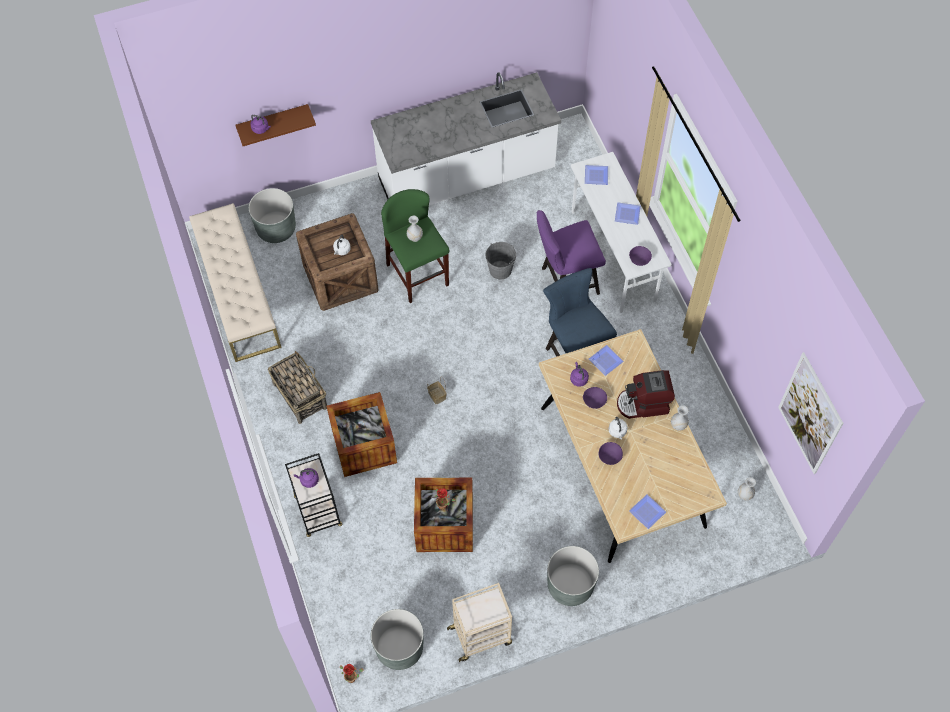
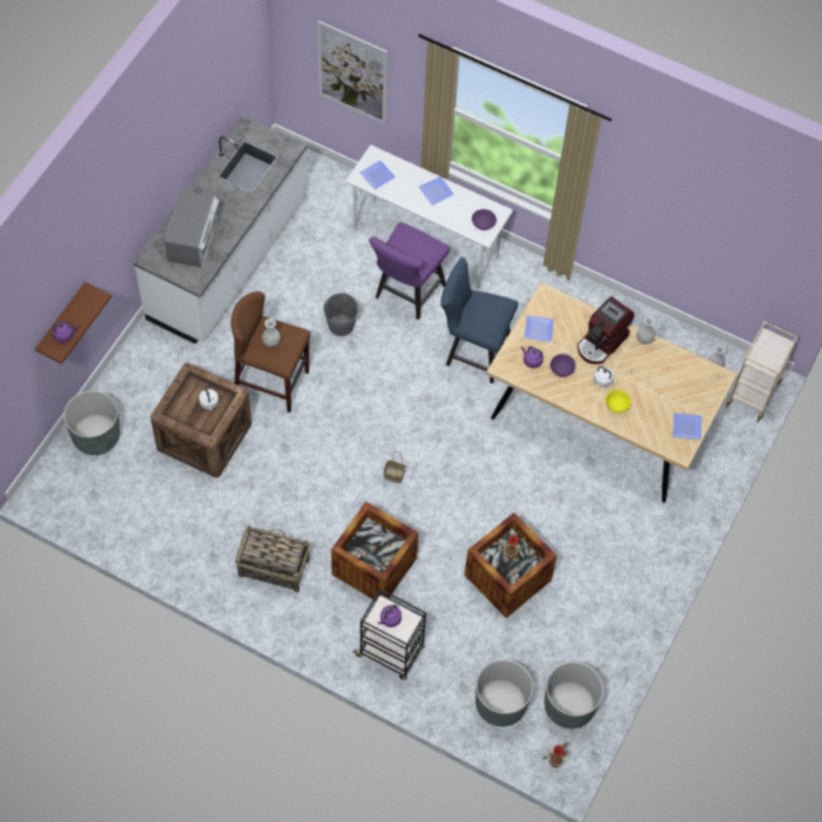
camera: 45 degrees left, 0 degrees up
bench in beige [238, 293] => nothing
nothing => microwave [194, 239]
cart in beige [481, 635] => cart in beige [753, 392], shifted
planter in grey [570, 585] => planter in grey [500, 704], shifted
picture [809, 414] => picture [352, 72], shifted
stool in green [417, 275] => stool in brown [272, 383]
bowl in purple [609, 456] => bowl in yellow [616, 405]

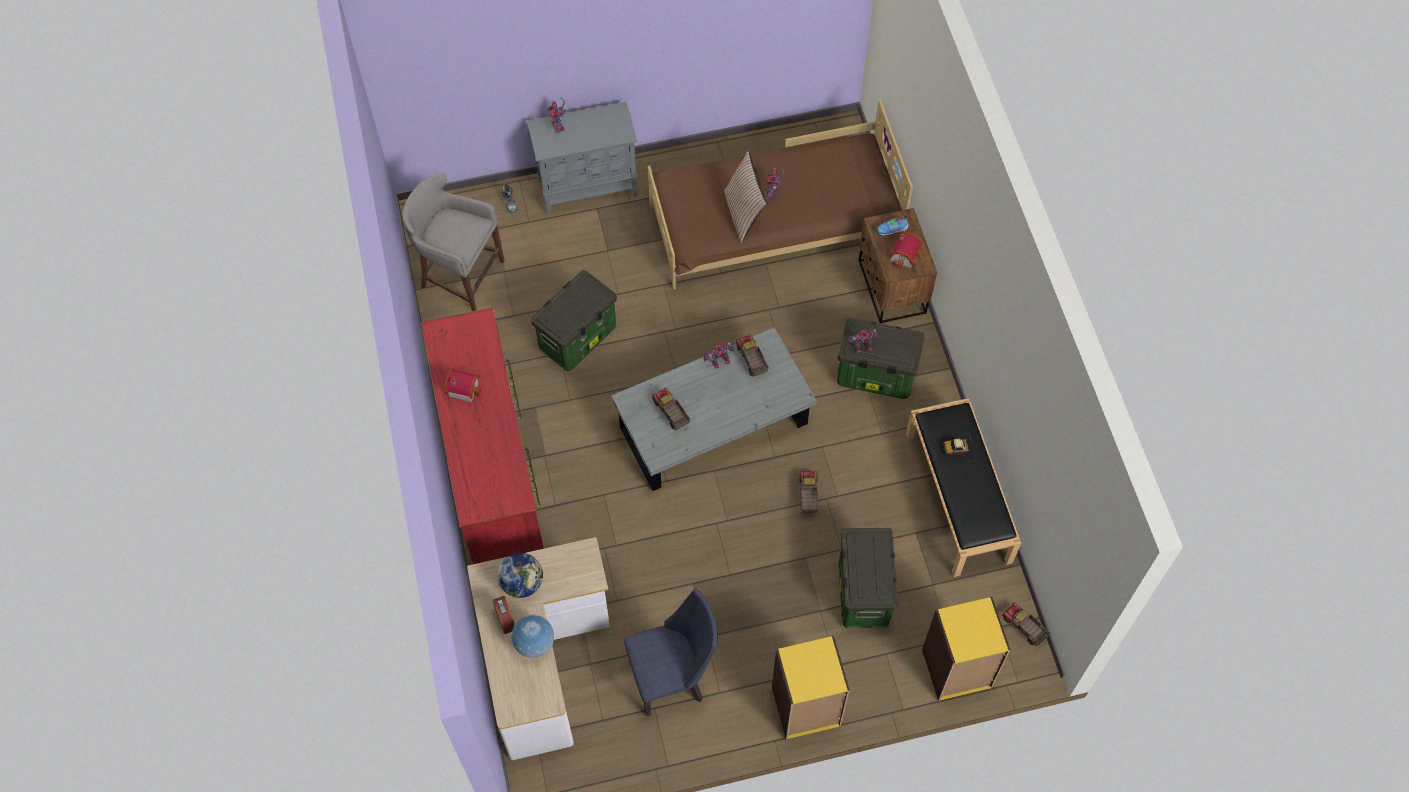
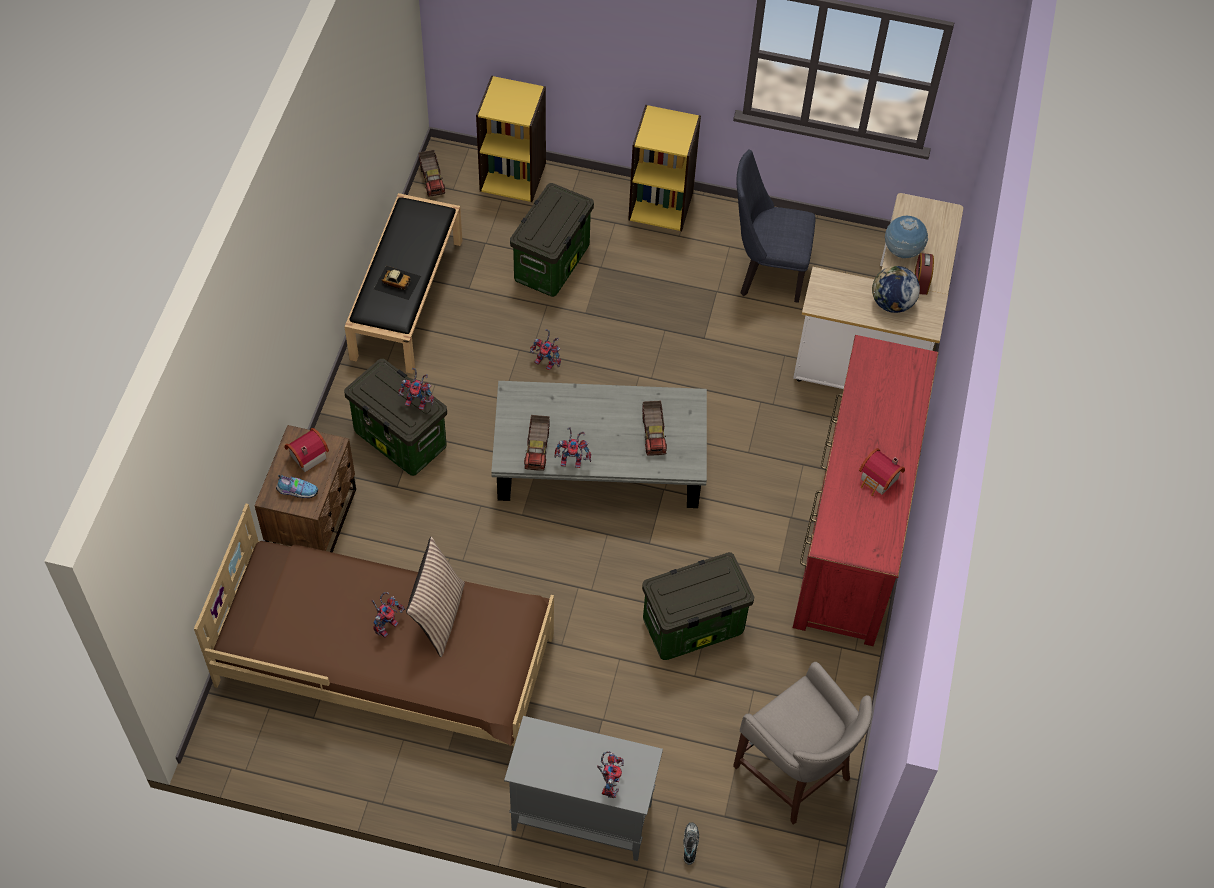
camera: 155 degrees left, 5 degrees down
toy truck [807, 495] => toy robot [547, 362]

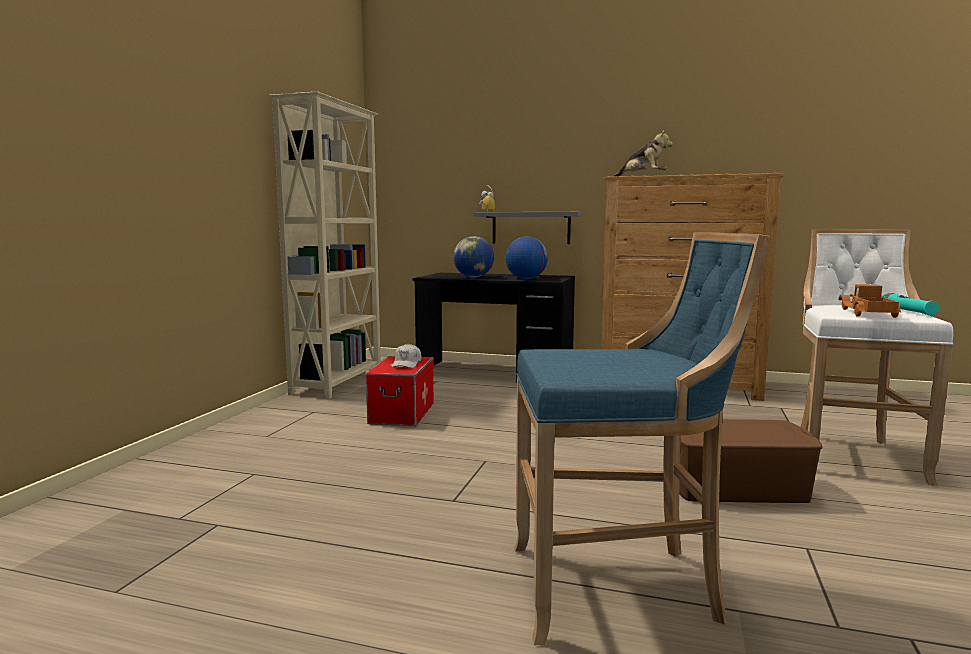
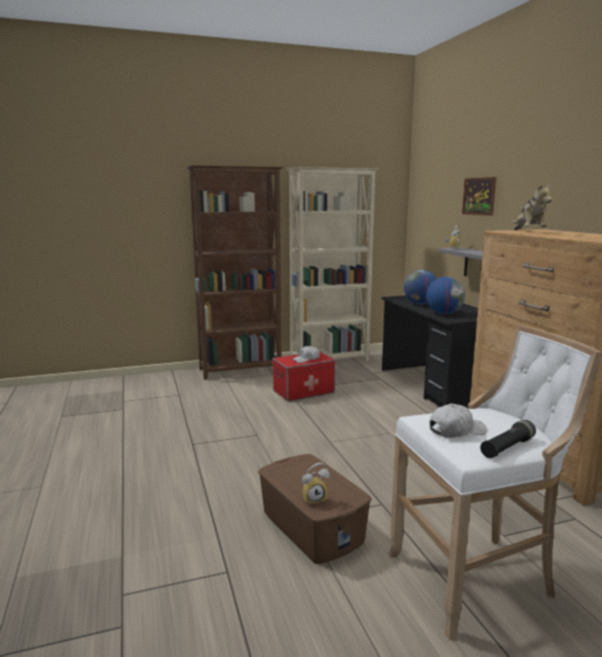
camera: 55 degrees right, 5 degrees up
stool in blue [619, 587] => nothing
nothing => bookcase in brown [241, 370]
nothing => alarm clock [314, 499]
nothing => picture [479, 196]
toy truck [866, 313] => cap in white [456, 431]
flashlight in turquoise [907, 312] => flashlight in black [507, 448]

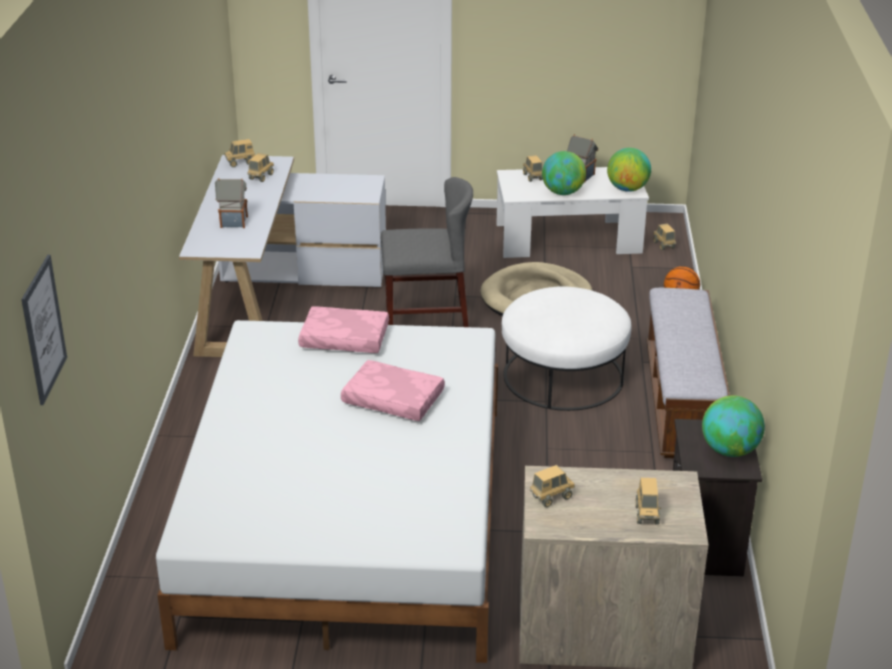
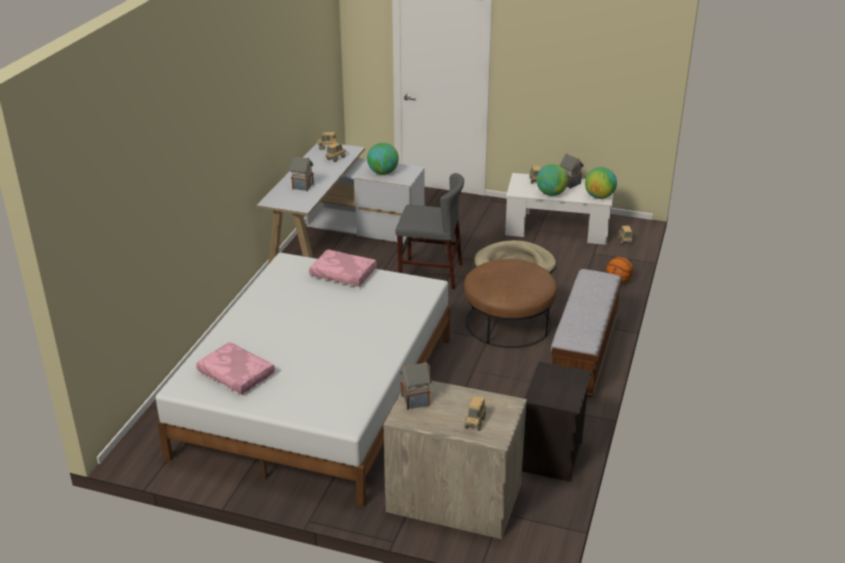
camera: 15 degrees right, 0 degrees up
picture [43, 329] => nothing
pillow in pink [391, 400] => pillow in pink [235, 375], shifted
globe [729, 450] => globe [383, 172], shifted
toy truck [551, 497] => toy house [416, 400]
ottoman in white [563, 375] => ottoman in brown [508, 322]

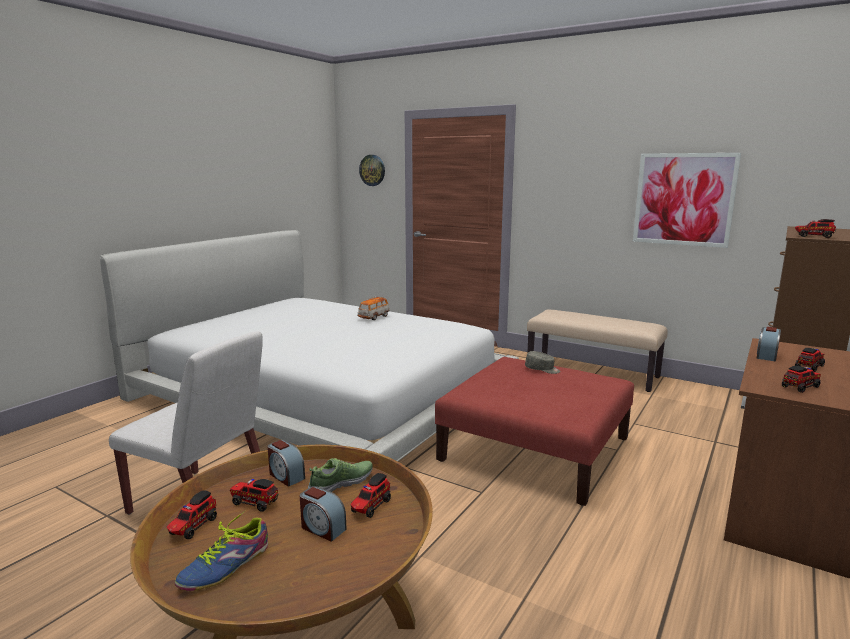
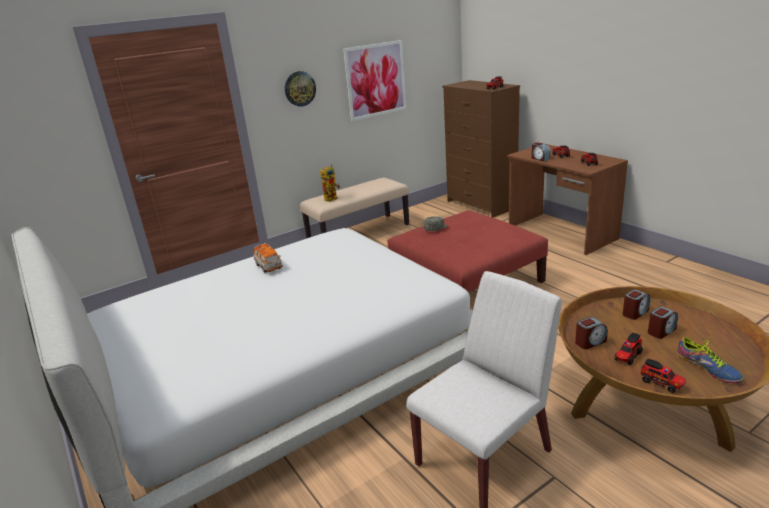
camera: 65 degrees left, 10 degrees up
shoe [342, 483] => nothing
nothing => toy robot [332, 198]
wall clock [372, 170] => wall clock [300, 88], shifted
toy truck [370, 507] => alarm clock [635, 312]

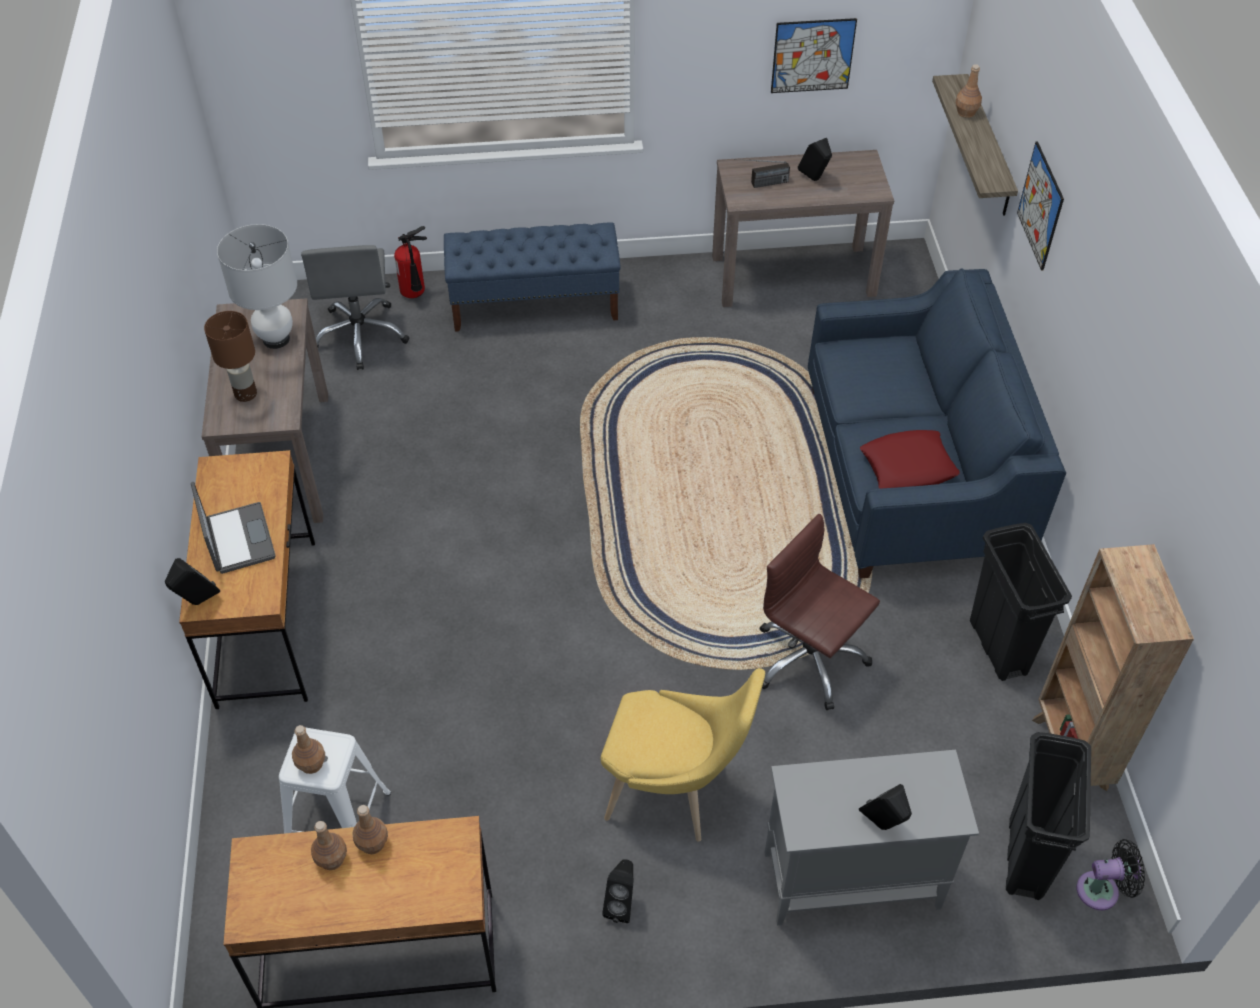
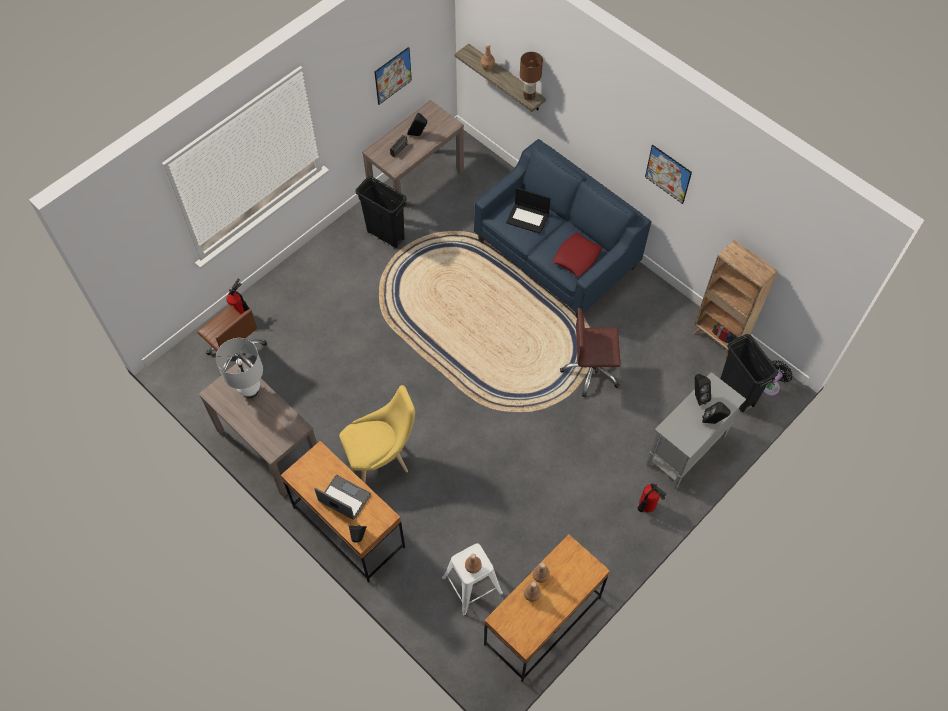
camera: 40 degrees left, 10 degrees up
bench in blue [535, 305] => nothing
nothing => laptop [528, 218]
nothing => fire extinguisher [646, 508]
table lamp in brown [245, 393] => table lamp in brown [529, 96], shifted
chair in yellow [675, 792] => chair in yellow [381, 459], shifted
speaker in black [621, 904] => speaker in black [698, 396], shifted
trash can in black [998, 647] => trash can in black [386, 235], shifted
picture [1040, 206] => picture [668, 174], shifted
office chair in grey [360, 335] => office chair in brown [238, 356]

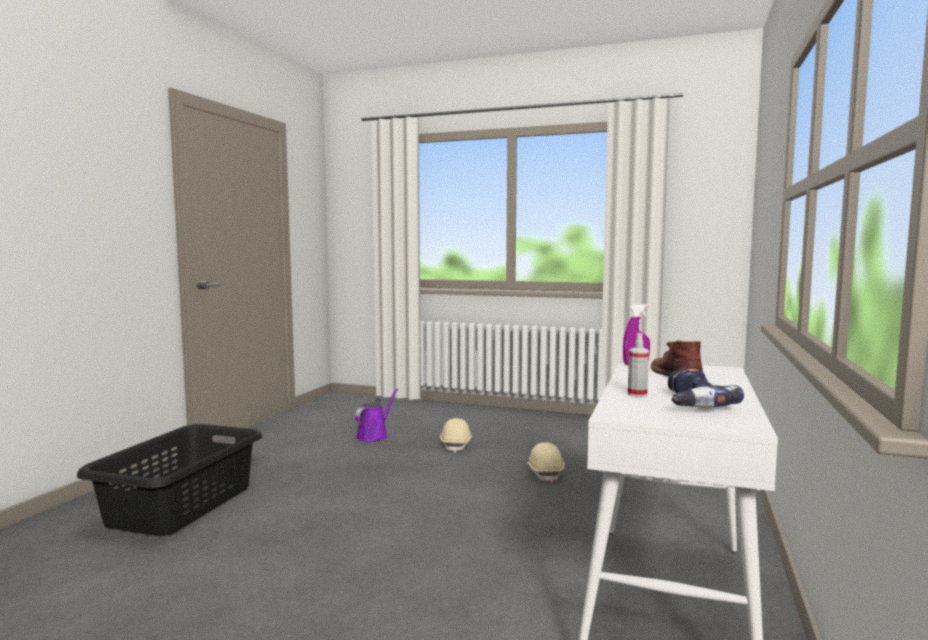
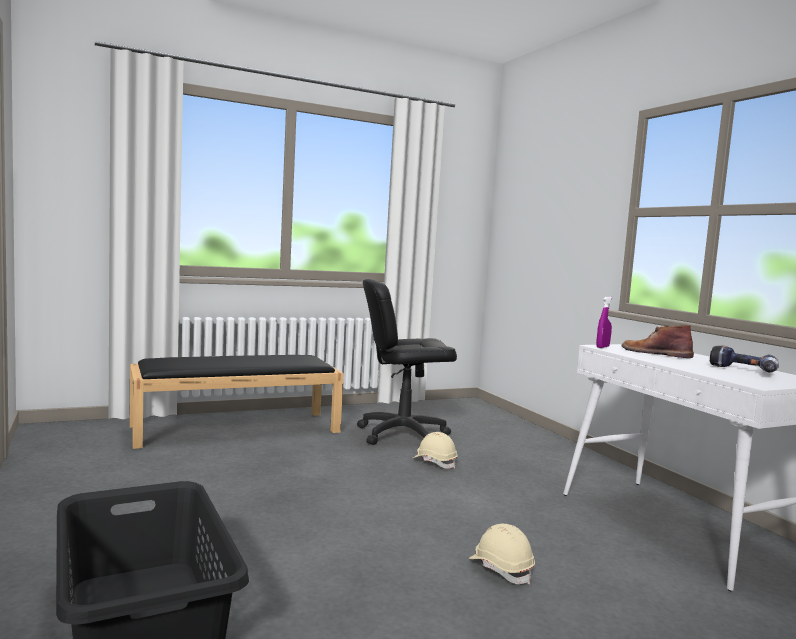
camera: 45 degrees left, 0 degrees up
watering can in purple [374, 436] => nothing
spray bottle [637, 394] => nothing
nothing => bench in black [237, 428]
nothing => office chair in black [402, 434]
hard hat in beige [456, 445] => hard hat in beige [501, 569], shifted

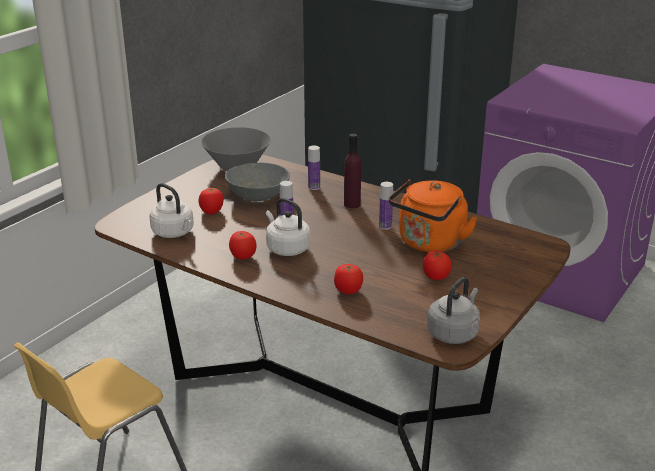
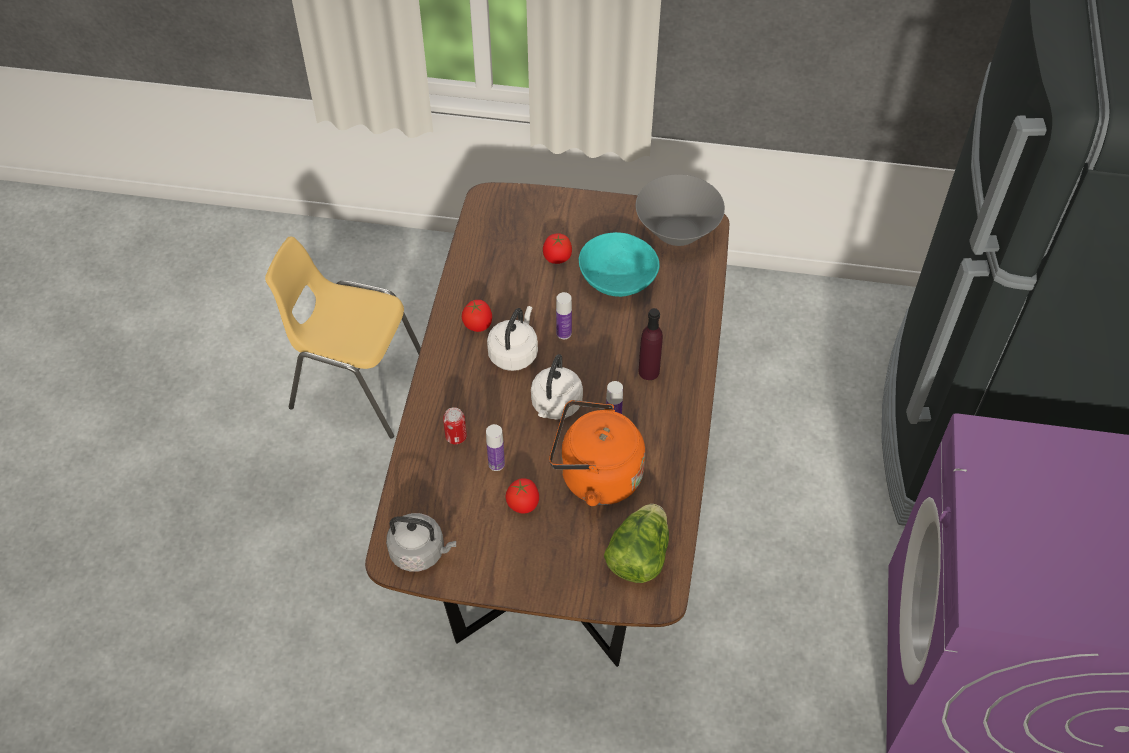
camera: 65 degrees right, 25 degrees up
nothing => lettuce [638, 556]
kettle in white [174, 233] => kettle in white [555, 405], shifted
bottle [314, 187] => bottle [496, 464], shifted
tomato [348, 291] => can [456, 436]
bowl in grey [258, 196] => bowl in turquoise [616, 280]

